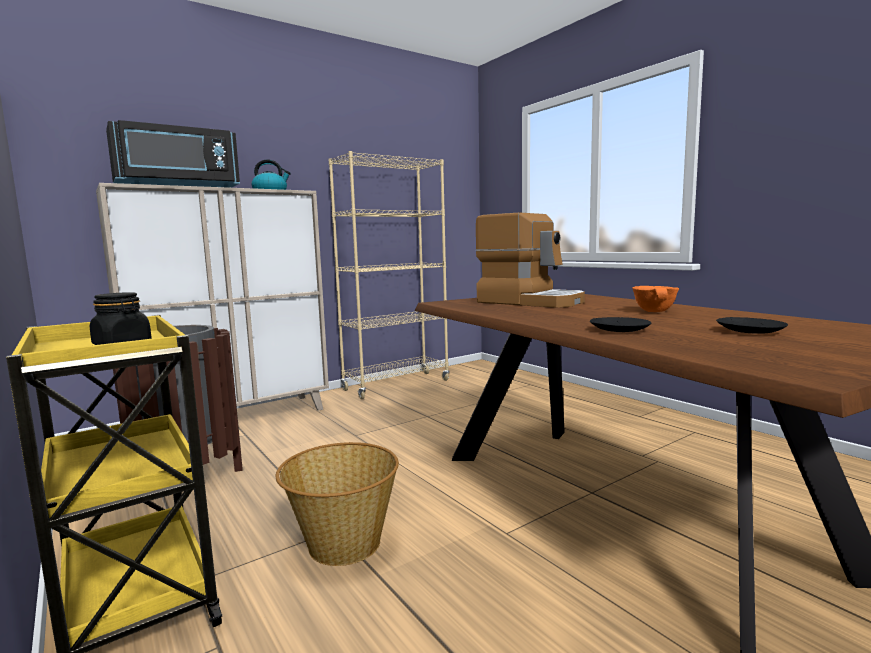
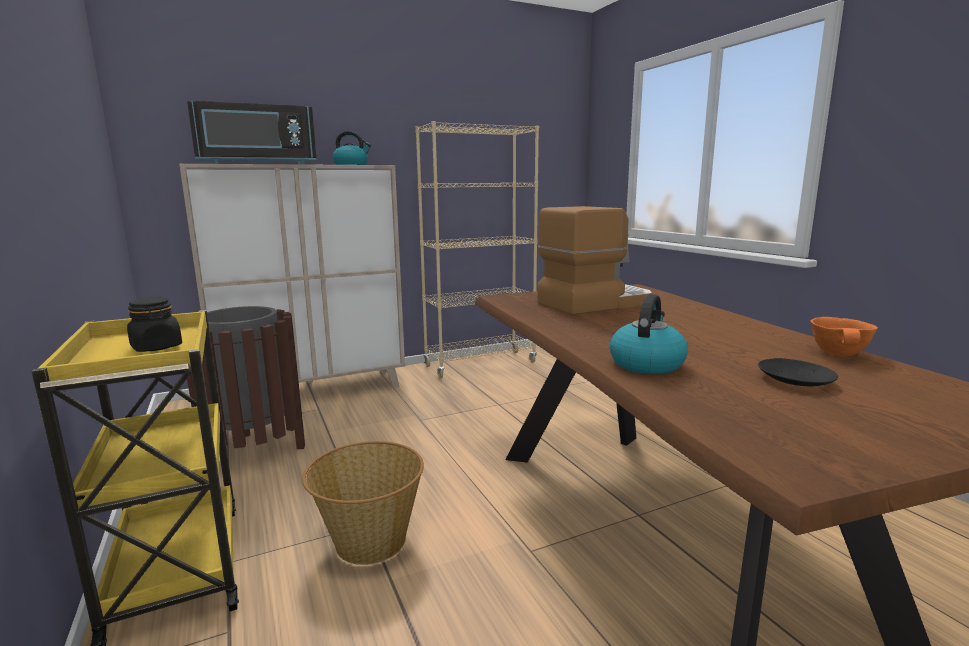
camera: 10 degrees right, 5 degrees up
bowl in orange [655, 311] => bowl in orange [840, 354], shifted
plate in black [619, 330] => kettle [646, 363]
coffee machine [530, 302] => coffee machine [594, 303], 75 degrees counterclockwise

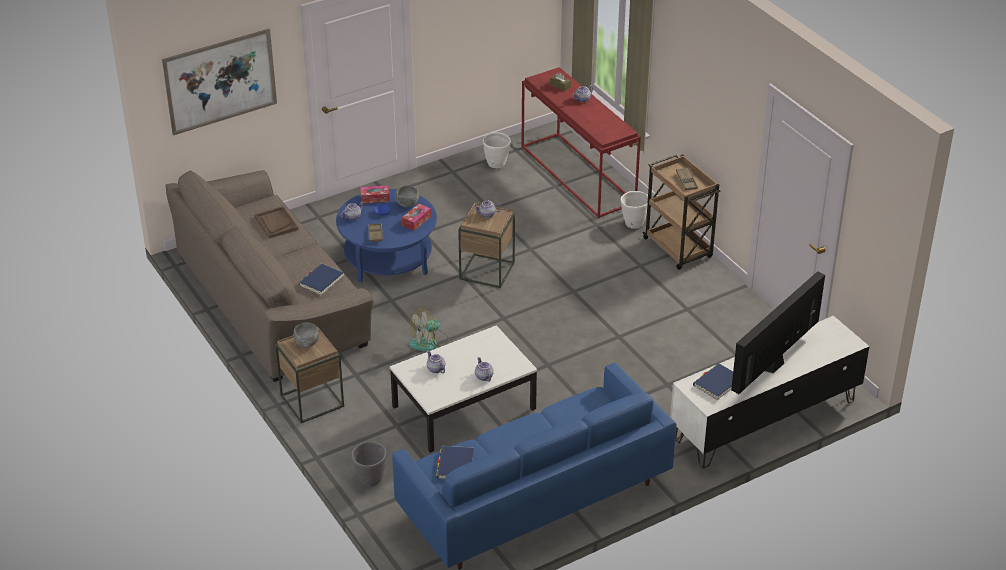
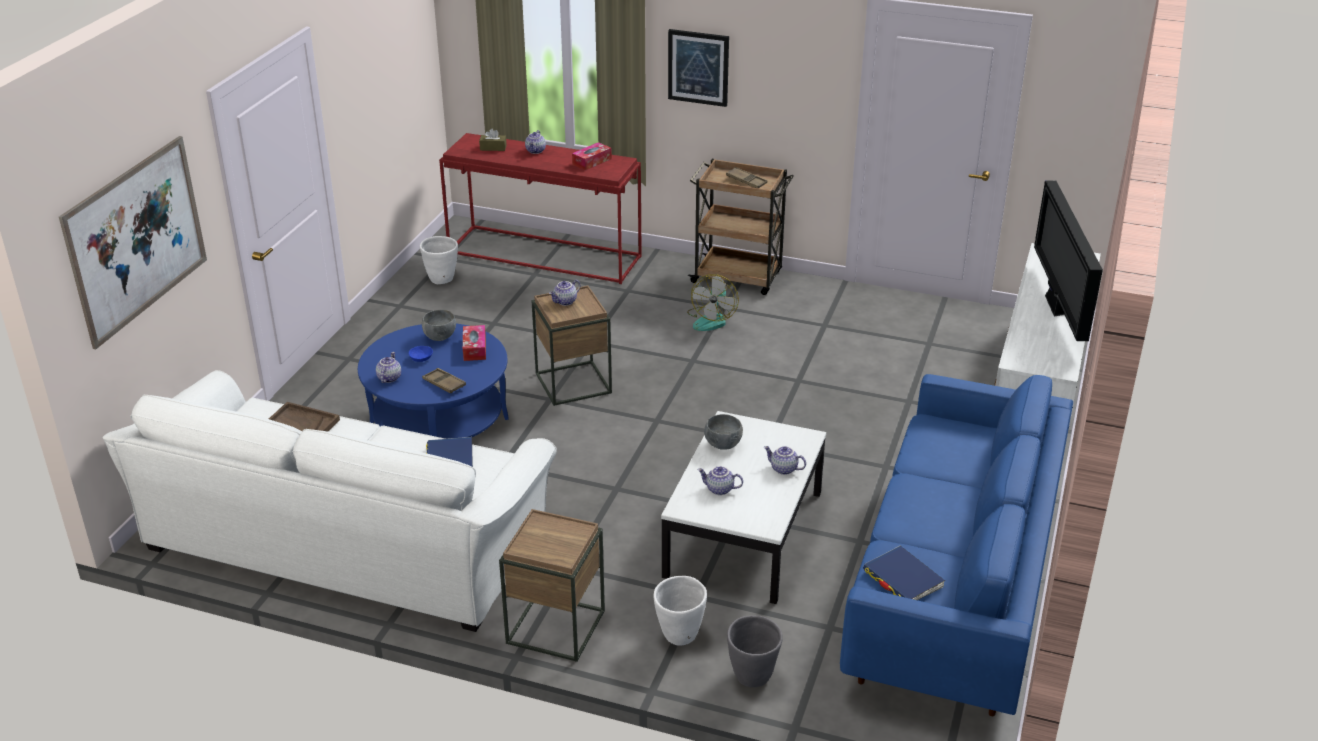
camera: 40 degrees left, 5 degrees down
book in blue [717, 383] => nothing
nothing => picture [698, 67]
bowl in grey [307, 343] => bowl in grey [722, 444], shifted
tissue box [375, 198] => tissue box [592, 161], shifted
fan [429, 342] => fan [712, 319], shifted
planter in white [633, 224] => planter in white [679, 635], shifted
sofa in brown [273, 300] => sofa in white [348, 537]

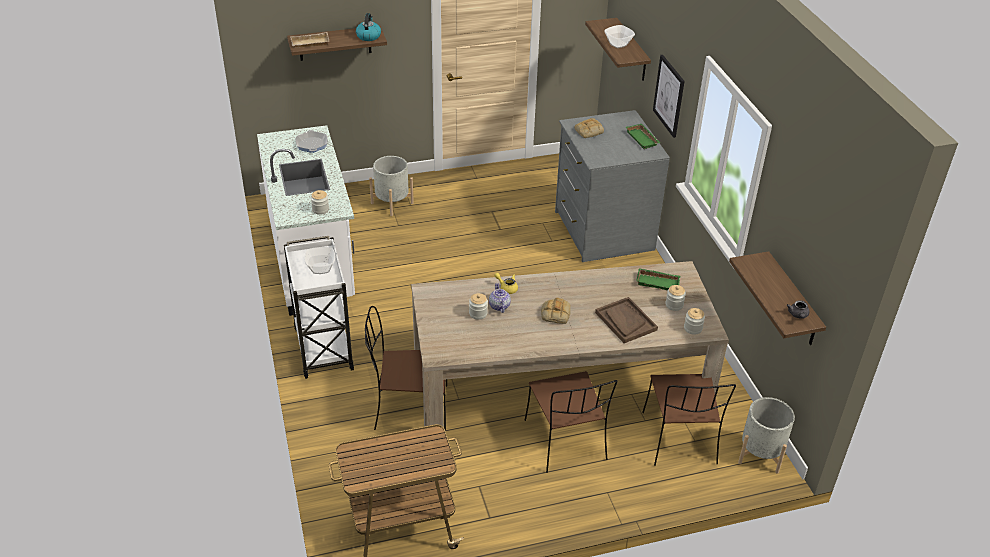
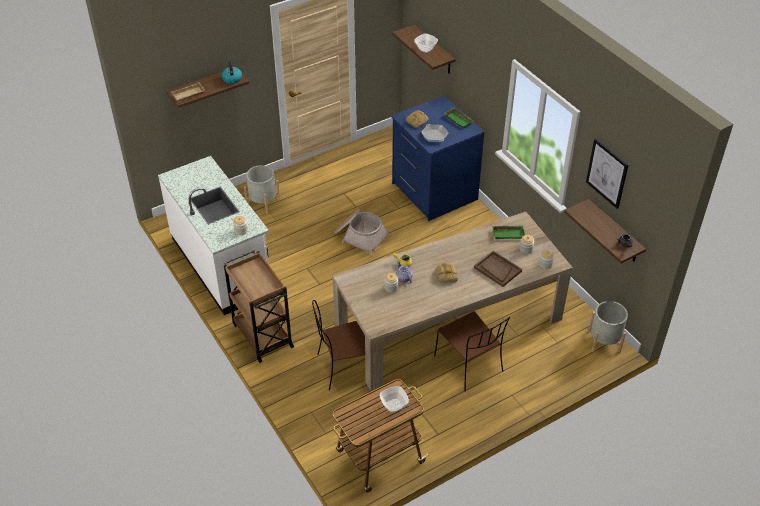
camera: 15 degrees left, 5 degrees up
chair in brown [680, 440] => nothing
nothing => basket [360, 237]
frying pan [312, 144] => frying pan [434, 135], shifted
bowl [320, 268] => bowl [393, 405], shifted
picture [669, 96] => picture [607, 173], shifted
cart in white [323, 347] => cart in brown [262, 334]
dresser in grey [602, 231] => dresser in blue [433, 192]

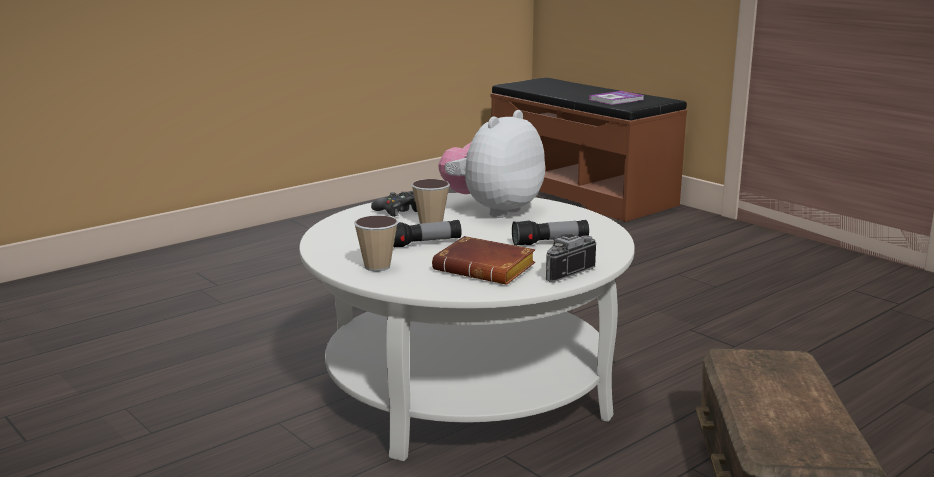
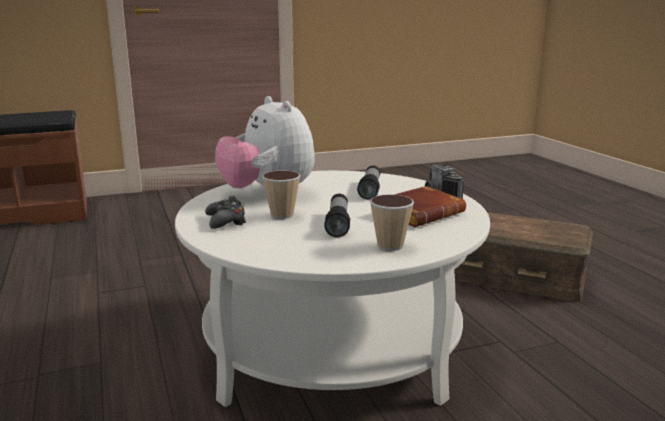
camera: 70 degrees left, 0 degrees up
book [616, 99] => nothing

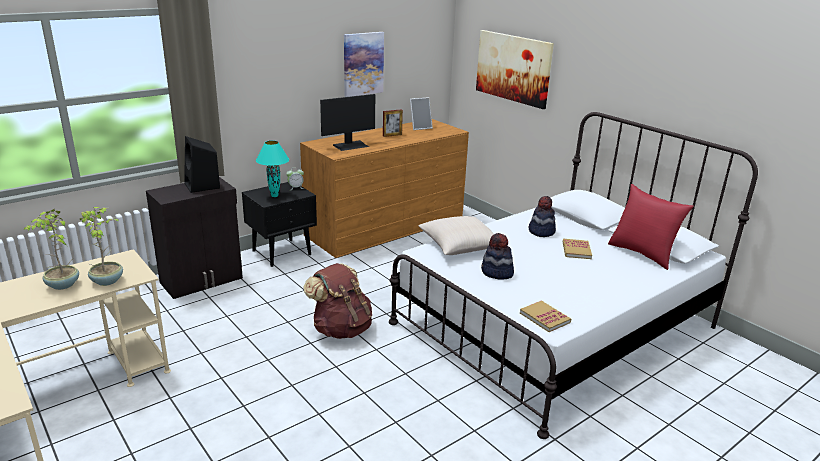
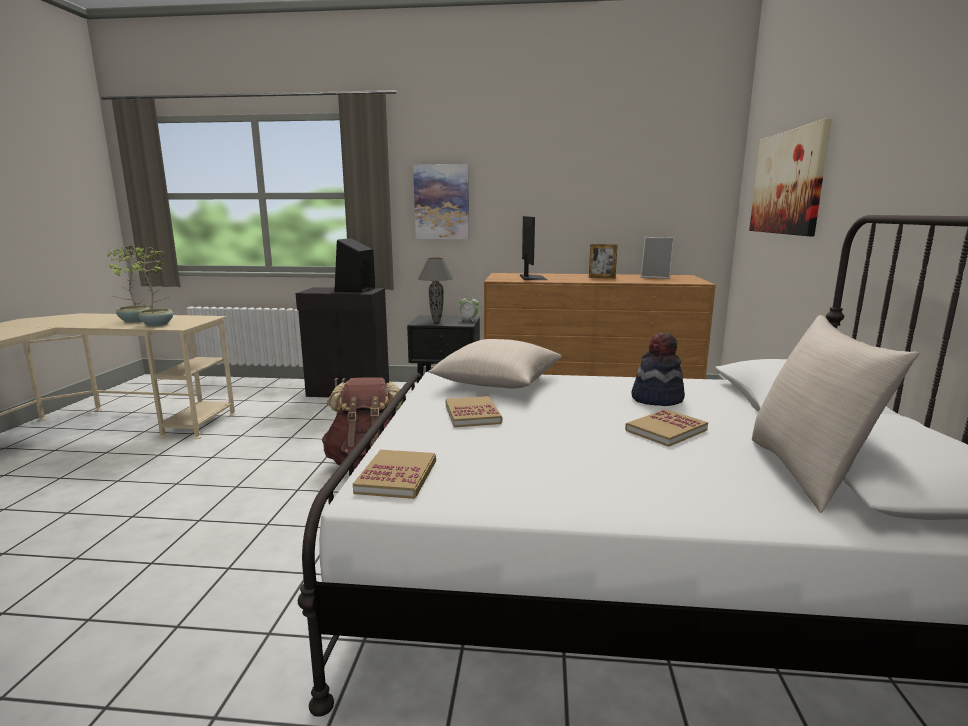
camera: 45 degrees right, 10 degrees down
picture [363, 64] => picture [441, 202], shifted
hat [496, 273] => book [472, 414]
table lamp in turquoise [274, 196] => table lamp in grey [436, 321]
pillow in red [642, 253] => pillow in beige [808, 473]
monitor [350, 145] => monitor [532, 277], 105 degrees counterclockwise

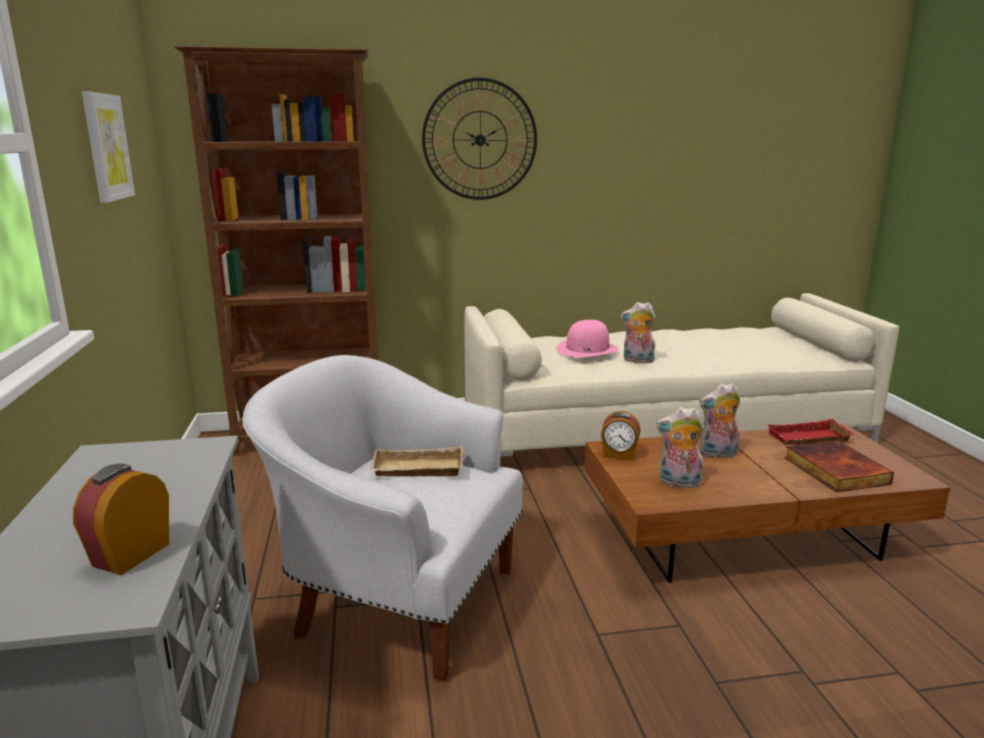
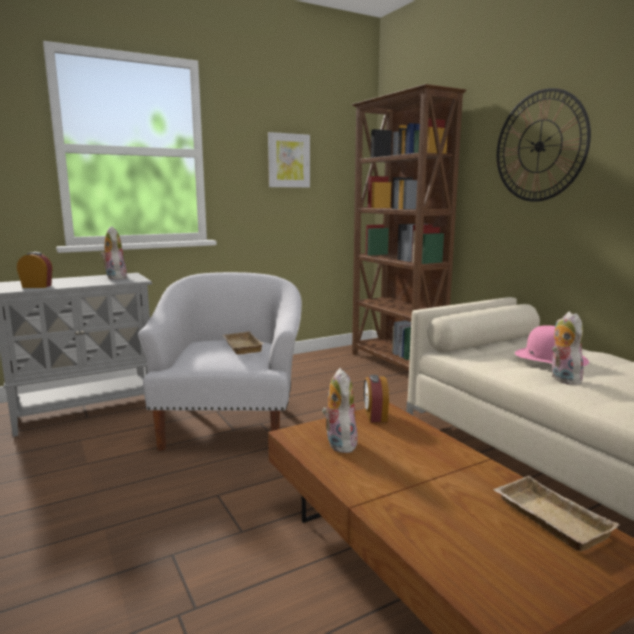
camera: 70 degrees right, 5 degrees down
book [834, 470] => nothing
plush toy [718, 454] => plush toy [114, 278], shifted
tray in red [808, 439] => tray in beige [547, 518]

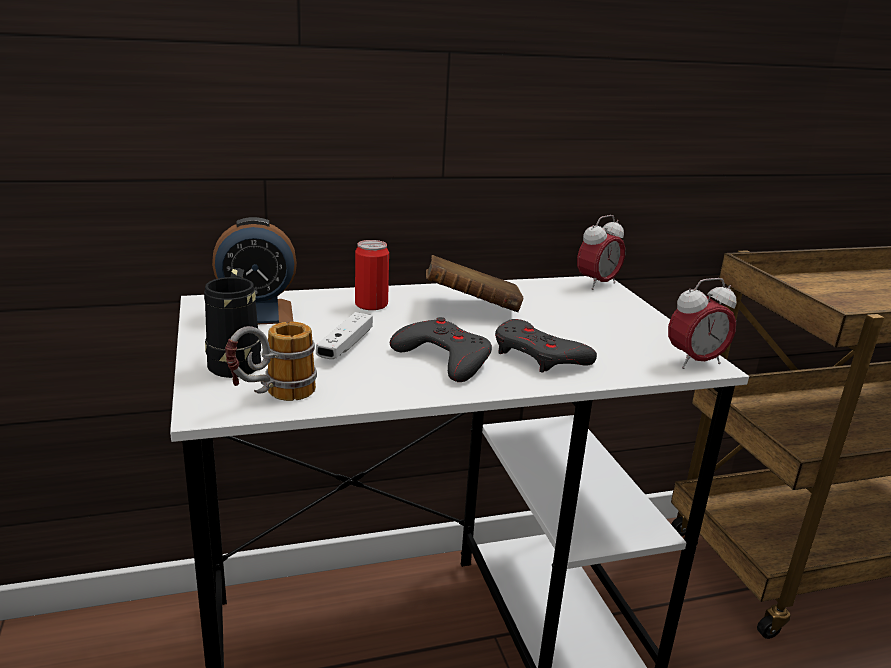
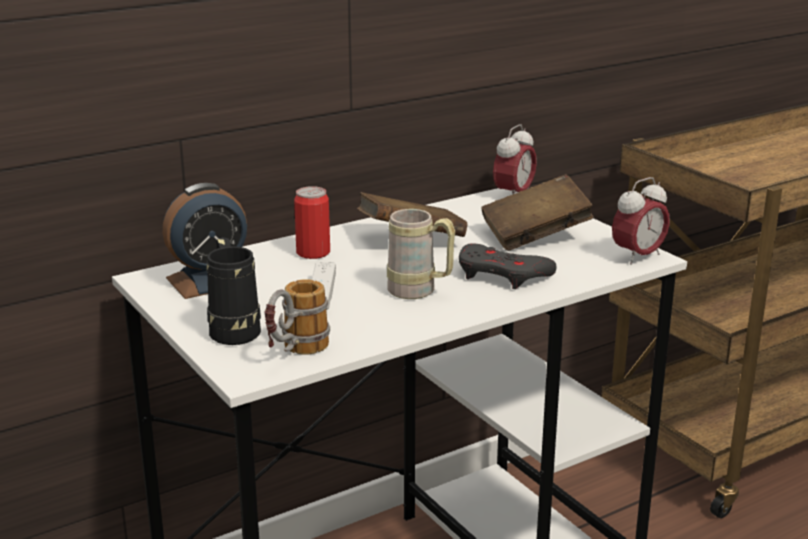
camera: 15 degrees left, 0 degrees up
nothing => book in brown [535, 236]
game controller in grey [444, 358] => mug in beige [420, 292]

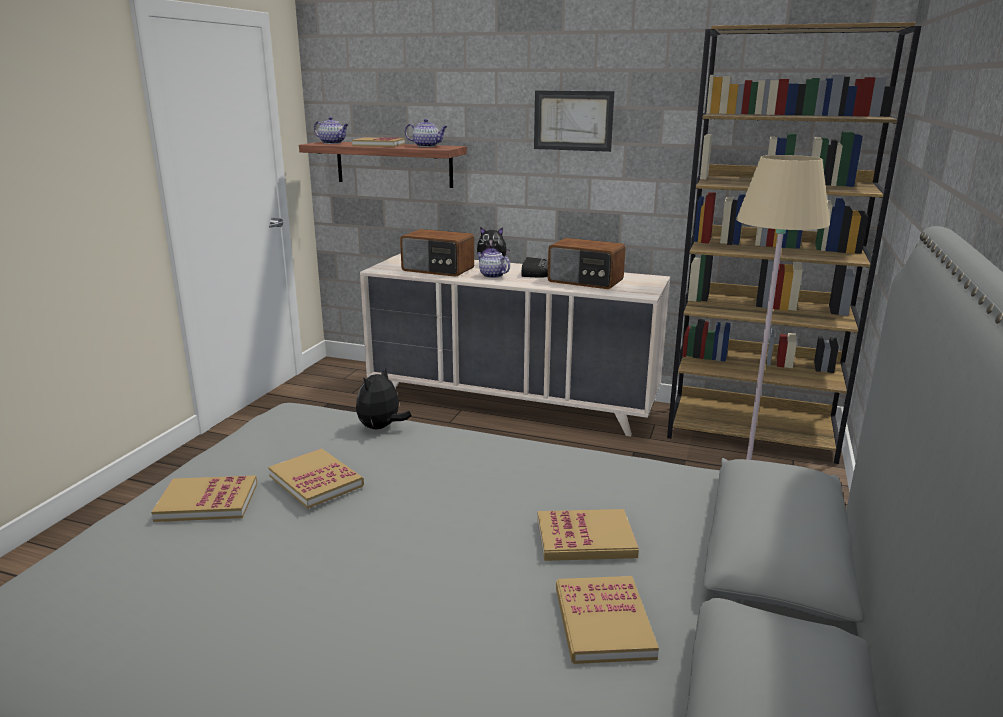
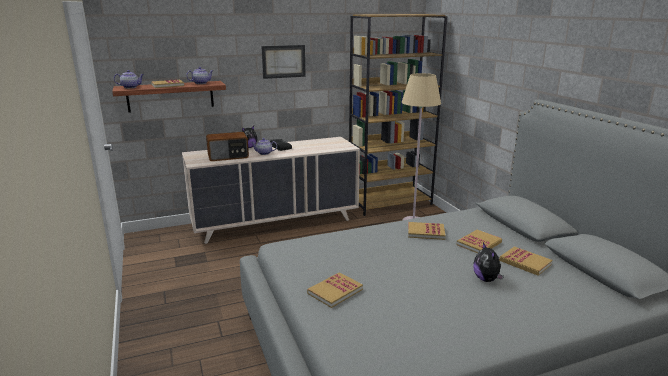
camera: 40 degrees left, 0 degrees up
radio [585, 281] => nothing
book [316, 481] => book [426, 232], shifted
plush toy [381, 428] => plush toy [486, 279], shifted

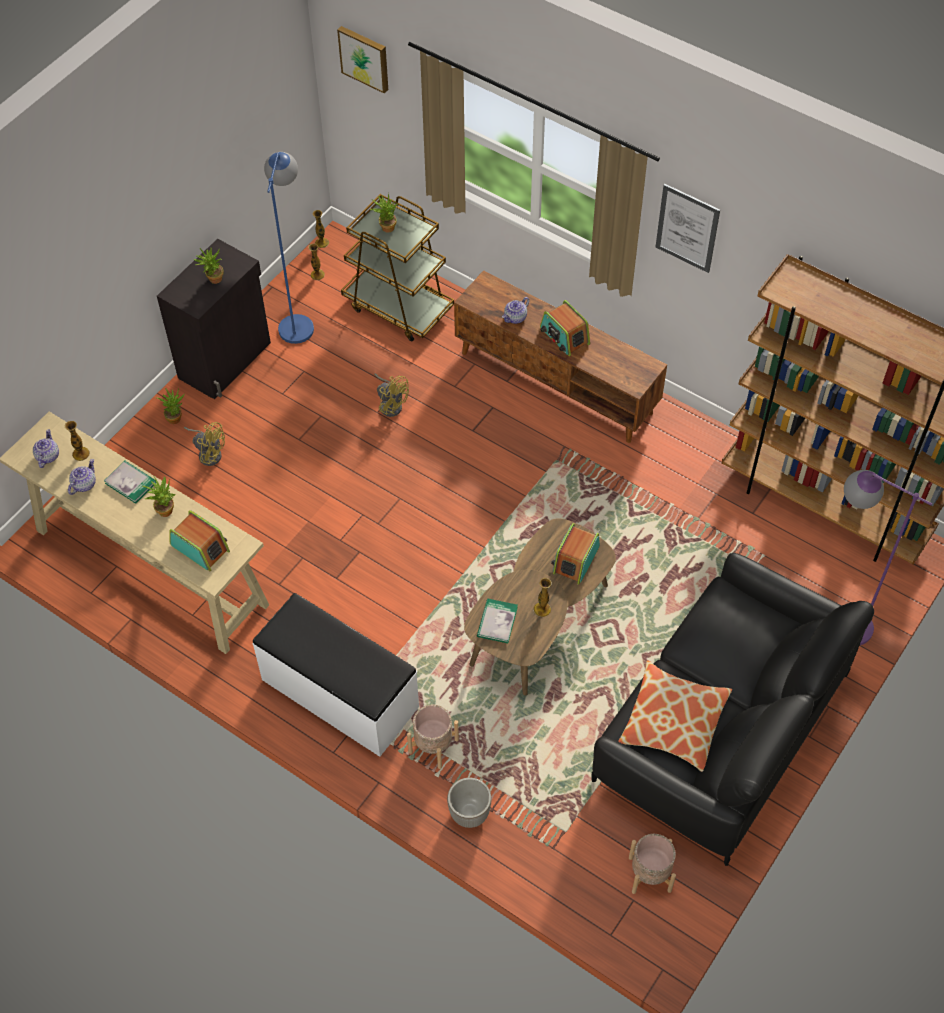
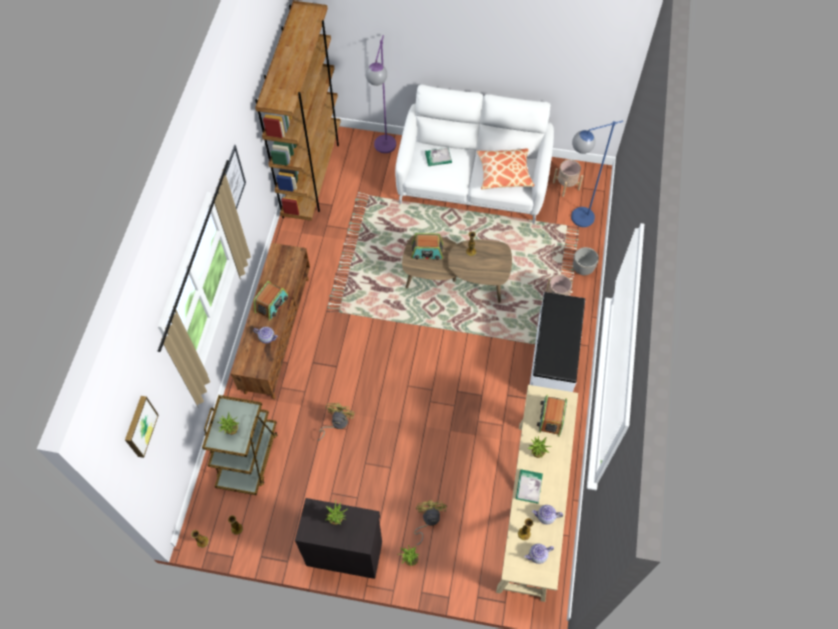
camera: 115 degrees left, 5 degrees up
floor lamp in blue [298, 320] => floor lamp in blue [574, 220], shifted
book [497, 622] => book [438, 158], shifted
sofa in black [721, 727] => sofa in white [472, 181]

